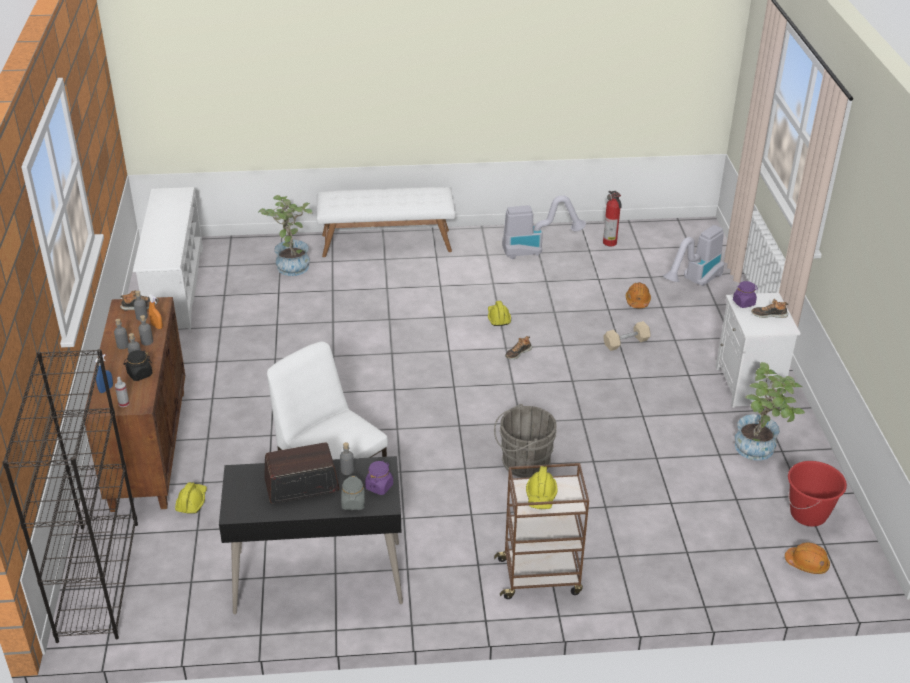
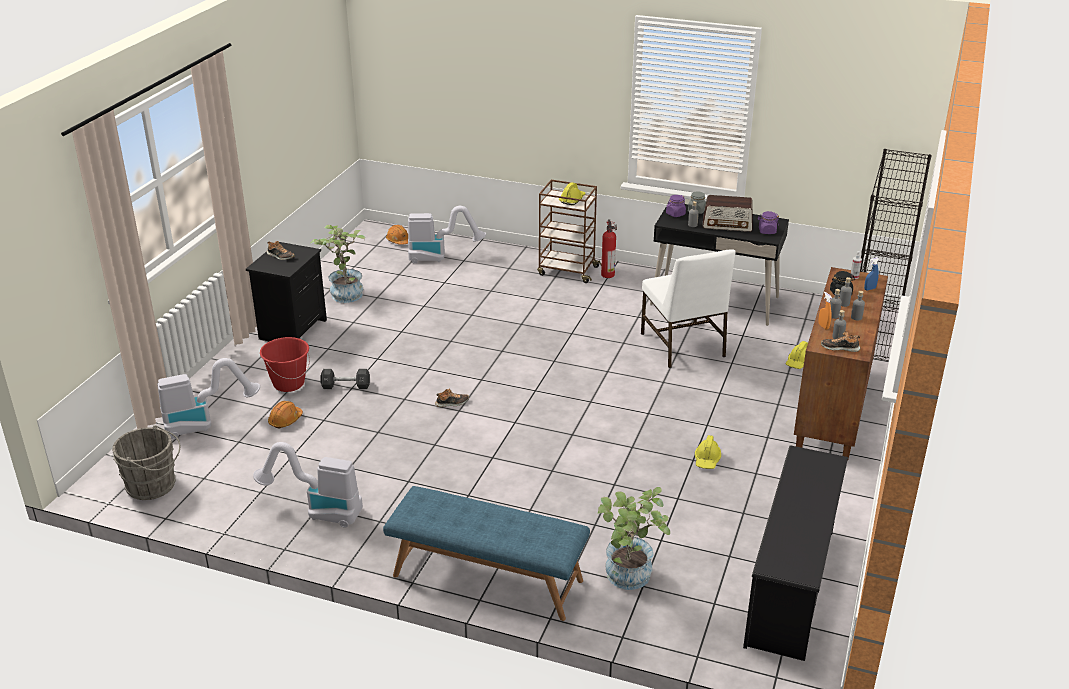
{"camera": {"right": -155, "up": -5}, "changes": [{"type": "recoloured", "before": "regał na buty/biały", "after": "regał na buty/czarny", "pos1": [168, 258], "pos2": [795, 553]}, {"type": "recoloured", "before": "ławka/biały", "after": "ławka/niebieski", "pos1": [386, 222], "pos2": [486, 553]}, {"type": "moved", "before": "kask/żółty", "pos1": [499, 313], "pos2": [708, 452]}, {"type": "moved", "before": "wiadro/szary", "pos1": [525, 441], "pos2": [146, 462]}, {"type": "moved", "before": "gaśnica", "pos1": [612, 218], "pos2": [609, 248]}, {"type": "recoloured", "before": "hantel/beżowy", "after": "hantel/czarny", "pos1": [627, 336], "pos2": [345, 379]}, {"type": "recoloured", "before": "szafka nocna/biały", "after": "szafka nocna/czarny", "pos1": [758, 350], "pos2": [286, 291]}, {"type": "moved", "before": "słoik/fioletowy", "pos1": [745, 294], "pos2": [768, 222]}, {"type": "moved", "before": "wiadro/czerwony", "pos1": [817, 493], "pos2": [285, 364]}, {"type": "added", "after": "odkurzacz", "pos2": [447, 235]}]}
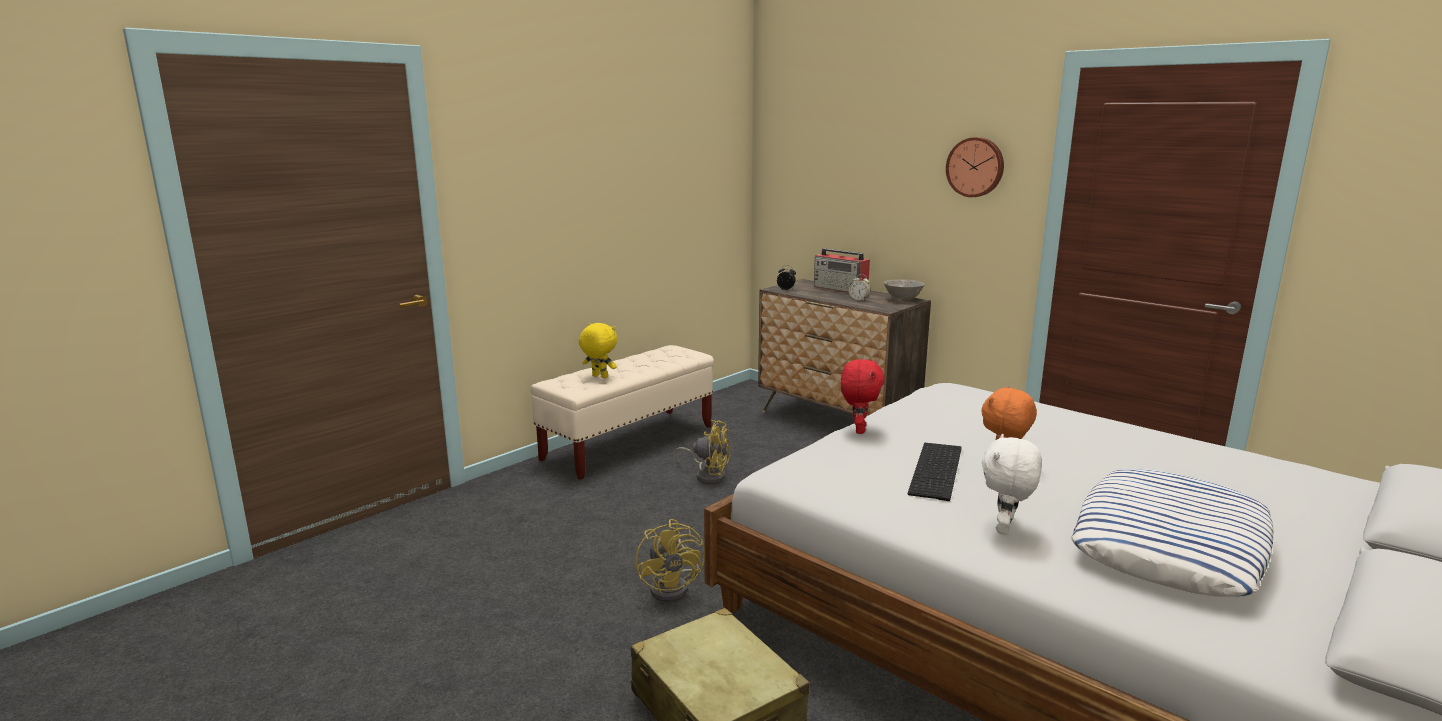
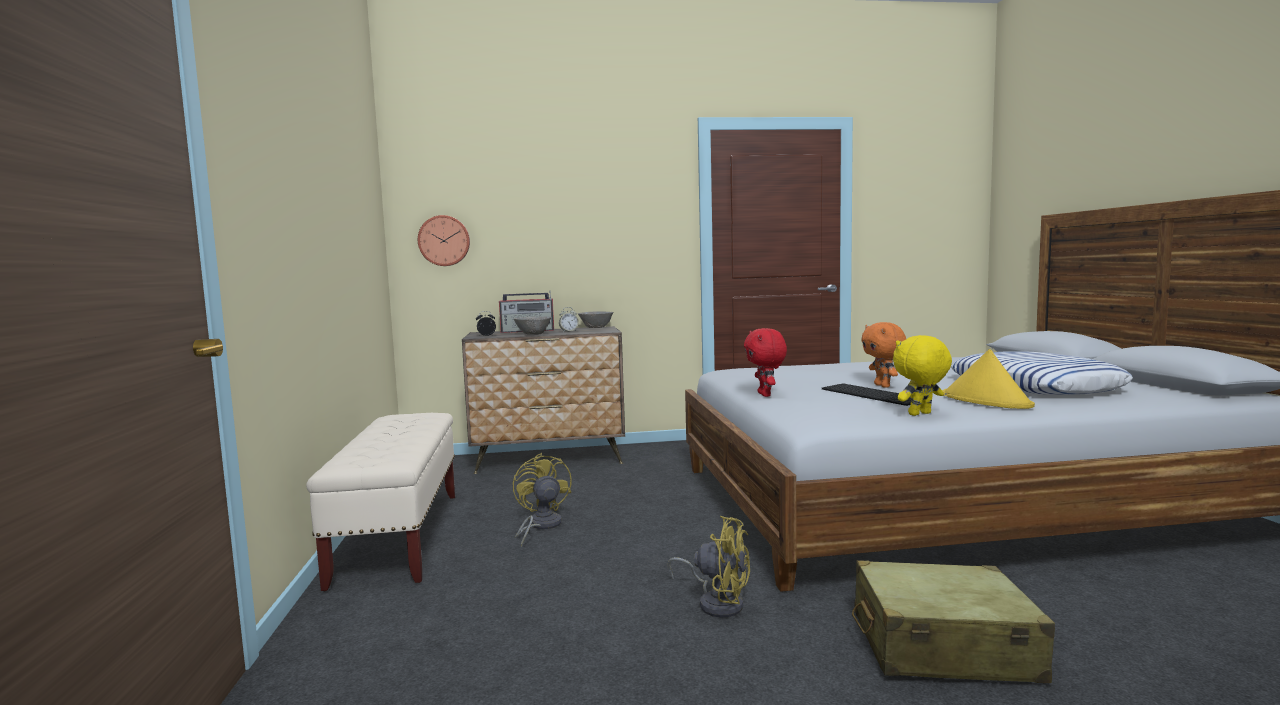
{"camera": {"right": -50, "up": -10}, "changes": [{"type": "moved", "before": "pluszak/żółty", "pos1": [598, 350], "pos2": [922, 375]}, {"type": "turned", "before": "wentylator/żółty", "pos1": [703, 452], "pos2": [542, 500], "turn": -75}, {"type": "turned", "before": "pluszak/czerwony", "pos1": [862, 396], "pos2": [765, 362], "turn": -150}, {"type": "moved", "before": "zegar ścienny", "pos1": [975, 167], "pos2": [444, 240]}, {"type": "replaced", "before": "pluszak/biały", "after": "kapelusz/żółty", "pos1": [1012, 484], "pos2": [988, 379]}, {"type": "added", "after": "miska/szary", "pos2": [533, 325]}]}
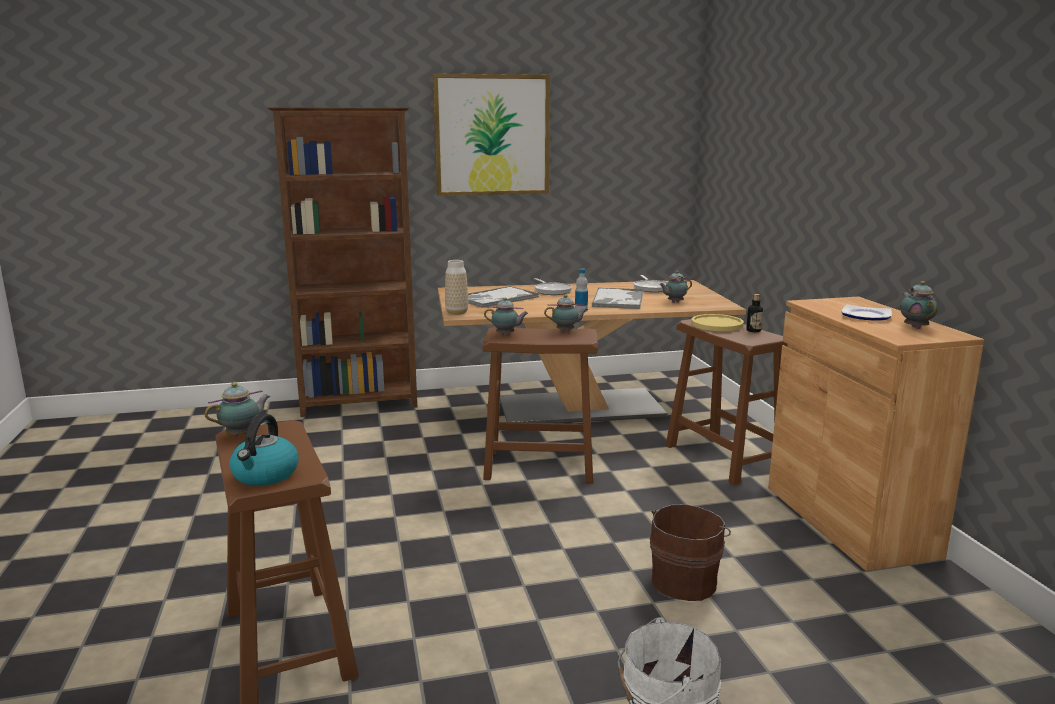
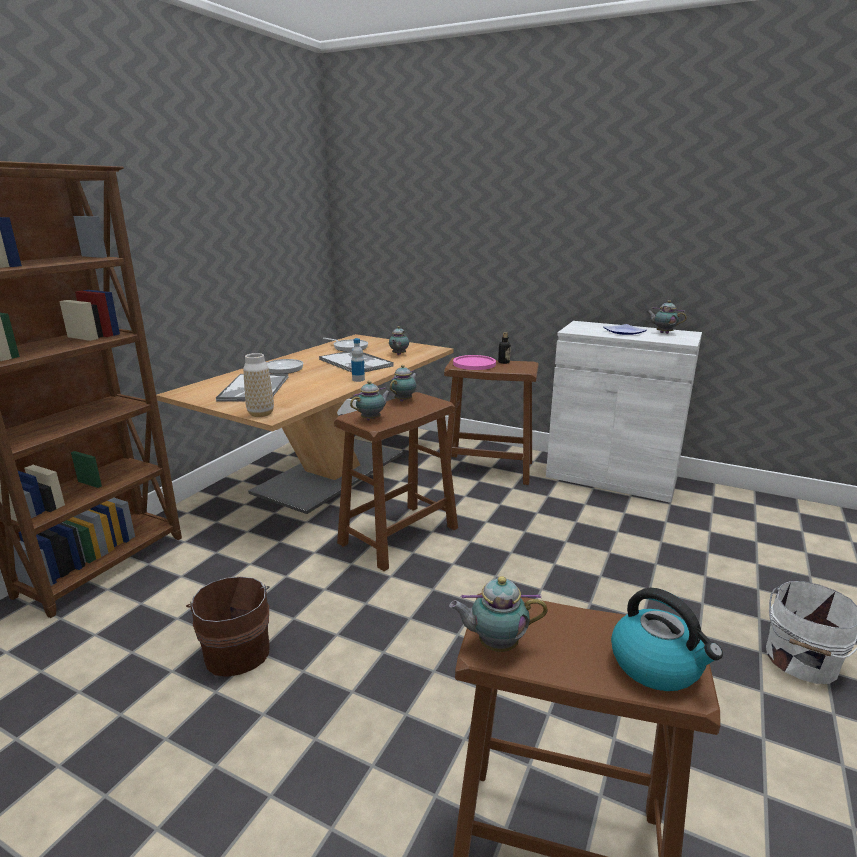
{"camera": {"right": -50, "up": 5}, "changes": [{"type": "turned", "before": "imbryk", "pos1": [238, 409], "pos2": [498, 614], "turn": -90}, {"type": "removed", "before": "obraz", "pos1": [491, 134]}, {"type": "moved", "before": "wiadro/brązowy", "pos1": [690, 552], "pos2": [228, 627]}, {"type": "recoloured", "before": "talerz/żółty", "after": "talerz/różowy", "pos1": [717, 322], "pos2": [474, 362]}, {"type": "recoloured", "before": "szafka/brązowy", "after": "szafka/biały", "pos1": [876, 434], "pos2": [624, 412]}]}
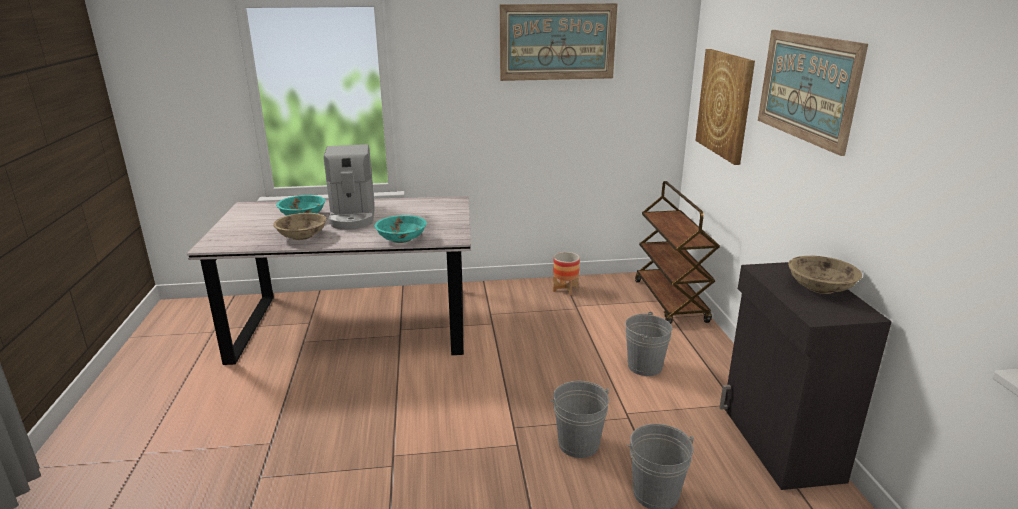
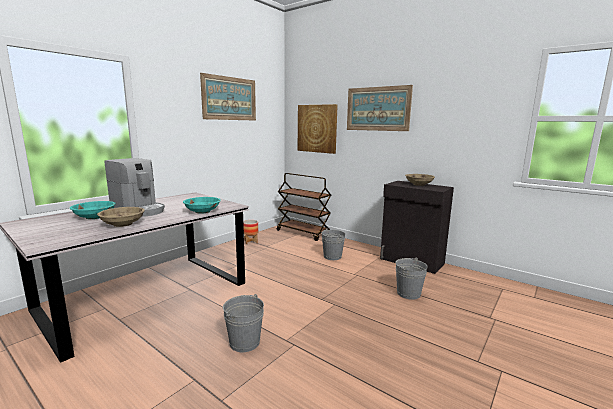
{"camera": {"right": -45, "up": -10}, "changes": [{"type": "moved", "before": "wiadro/szary", "pos1": [579, 419], "pos2": [243, 323]}]}
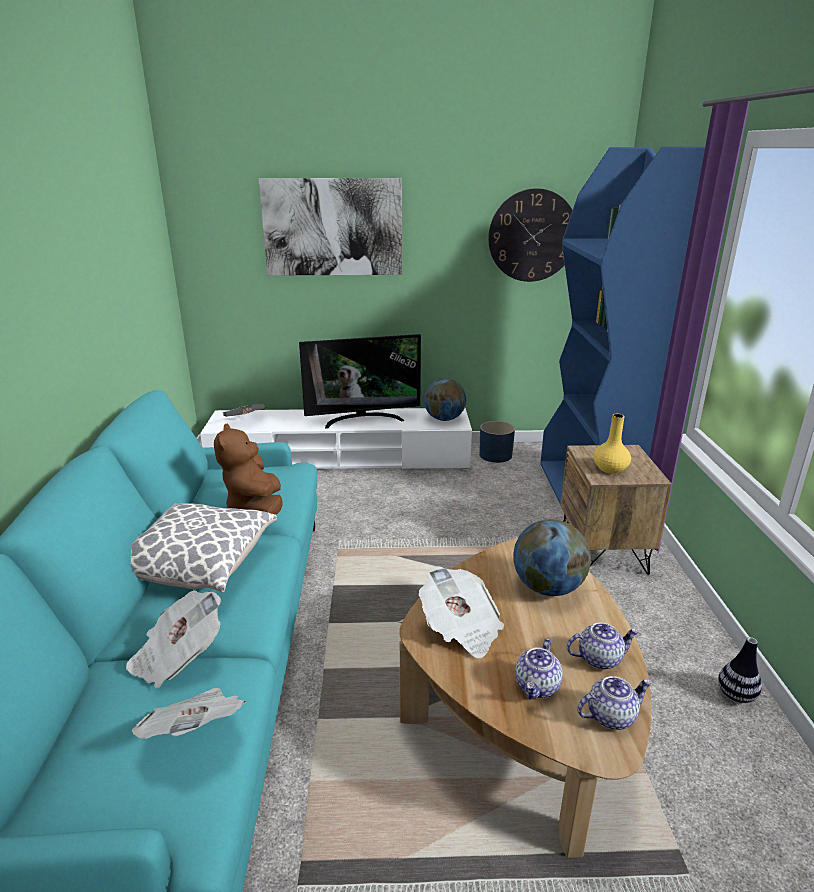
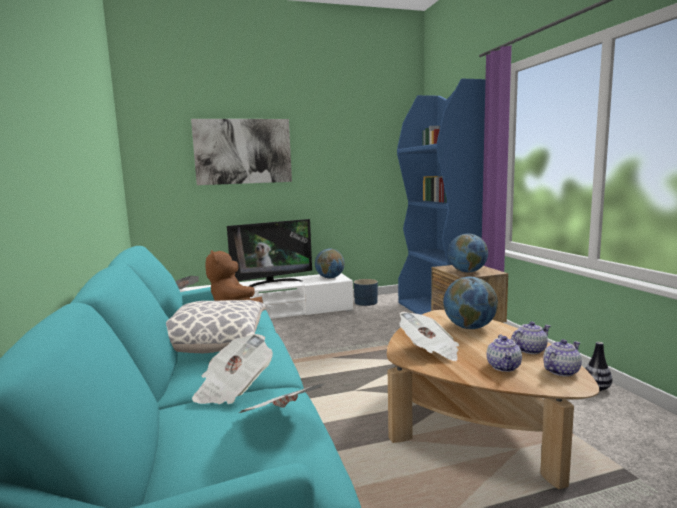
{"camera": {"right": -15, "up": -15}, "changes": [{"type": "removed", "before": "zegar ścienny", "pos1": [530, 235]}, {"type": "replaced", "before": "wazon/żółty", "after": "globus", "pos1": [612, 444], "pos2": [468, 253]}]}
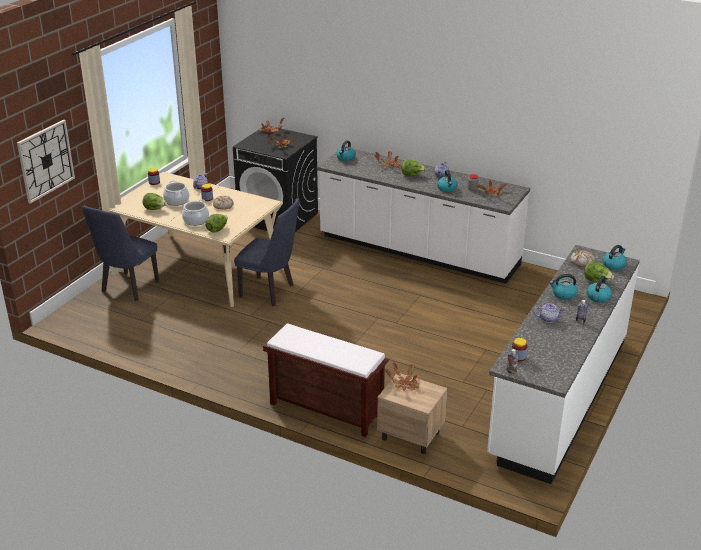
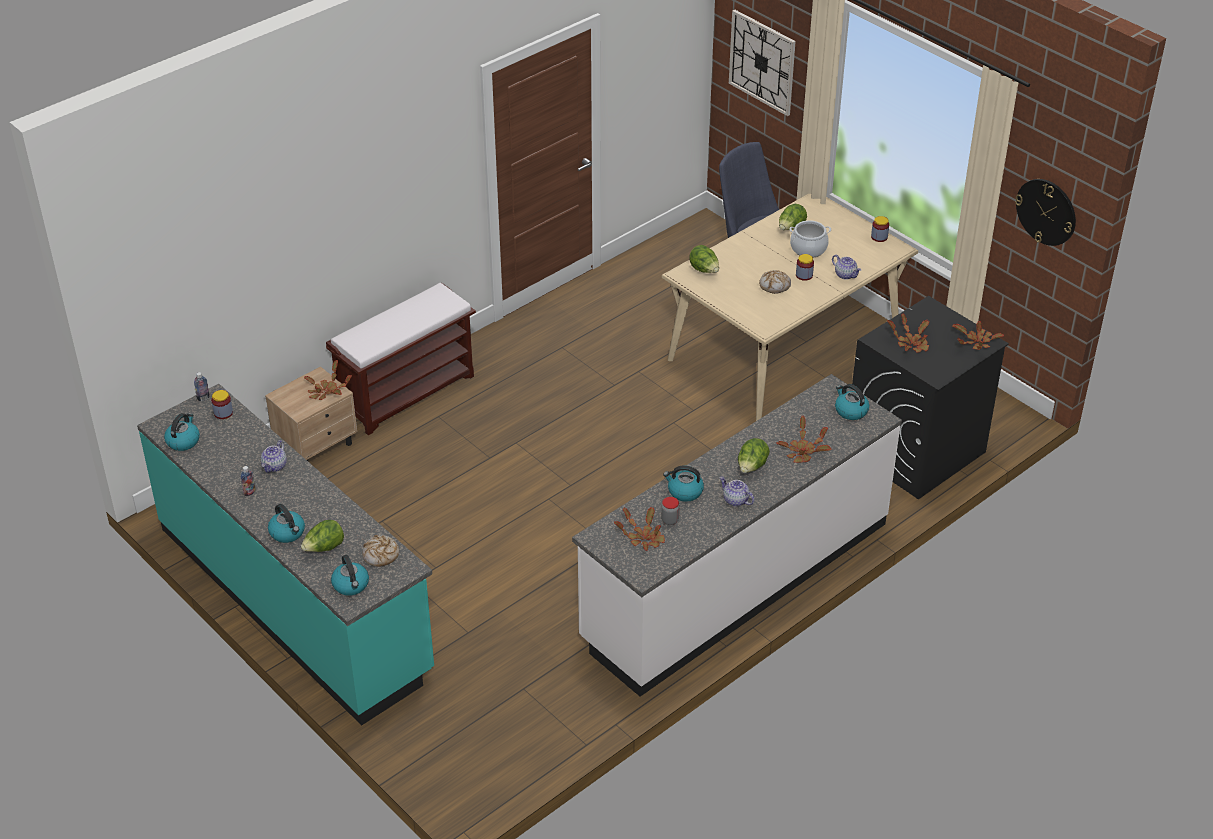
{"camera": {"right": 110, "up": 10}, "changes": [{"type": "removed", "before": "garnek", "pos1": [195, 212]}, {"type": "removed", "before": "krzesło/niebieski", "pos1": [267, 252]}, {"type": "recoloured", "before": "zabudowa kuchenna/biały", "after": "zabudowa kuchenna/turkusowy", "pos1": [563, 364], "pos2": [285, 555]}, {"type": "moved", "before": "czajnik", "pos1": [564, 287], "pos2": [182, 432]}, {"type": "added", "after": "zegar ścienny", "pos2": [1045, 212]}]}
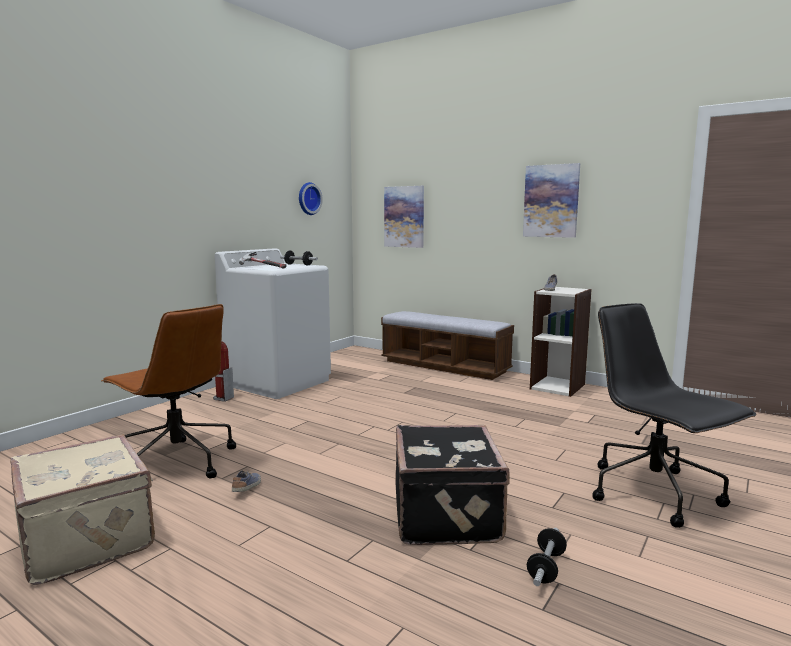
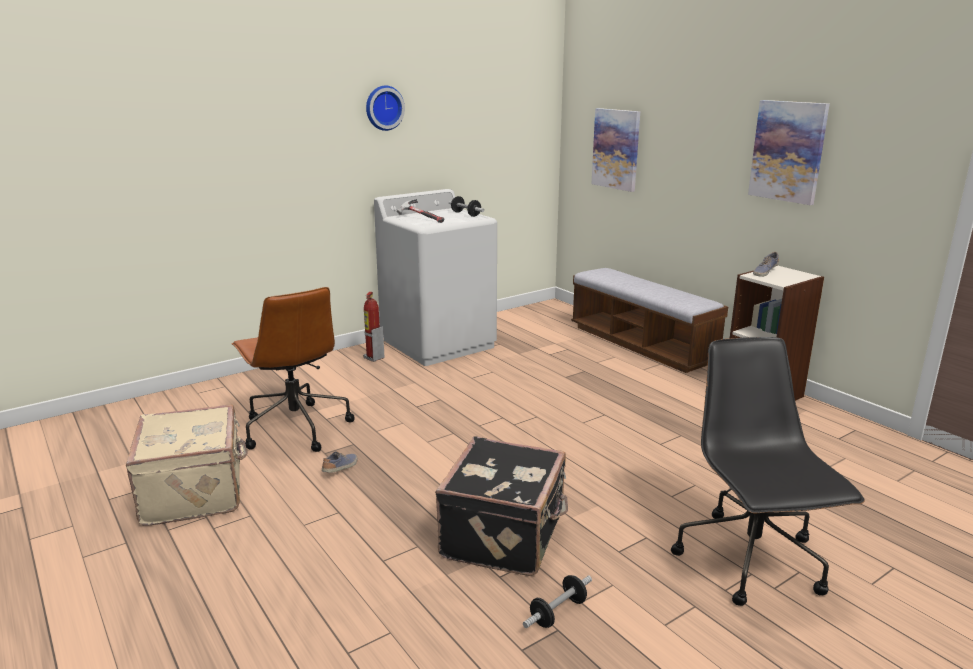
{"camera": {"right": 20, "up": 10}, "changes": [{"type": "moved", "before": "zegar ścienny", "pos1": [311, 198], "pos2": [385, 108]}]}
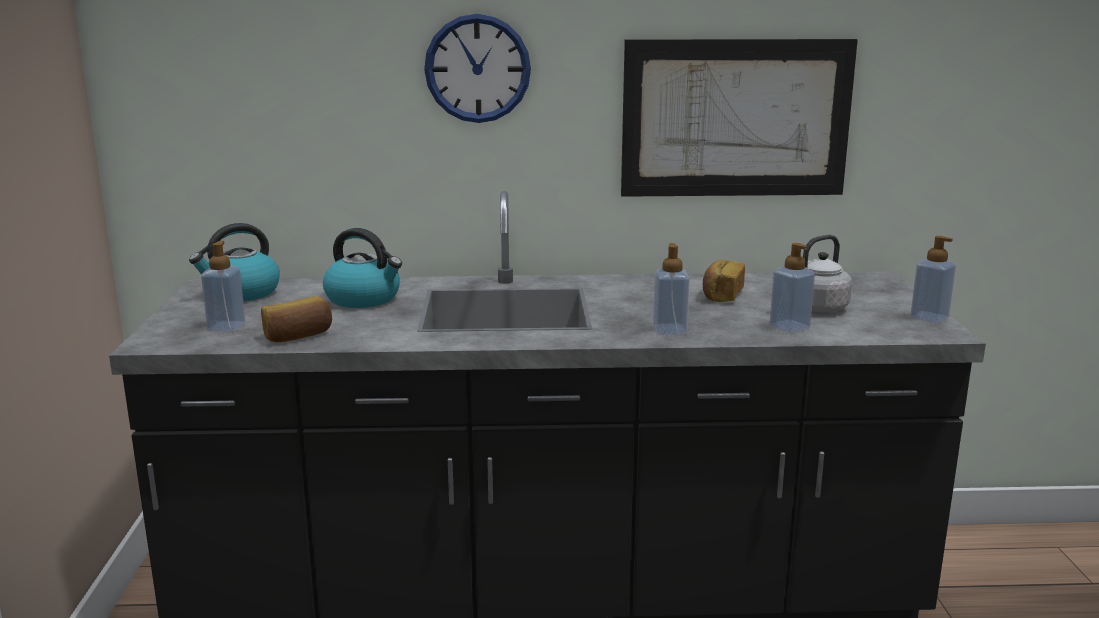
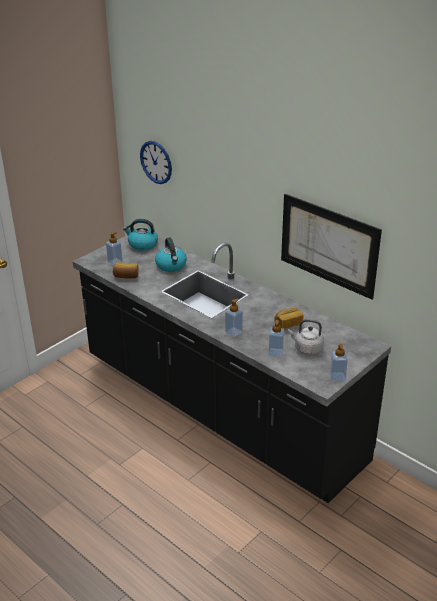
{"camera": {"right": 45, "up": 15}, "changes": [{"type": "moved", "before": "zegar ścienny", "pos1": [477, 68], "pos2": [156, 162]}]}
